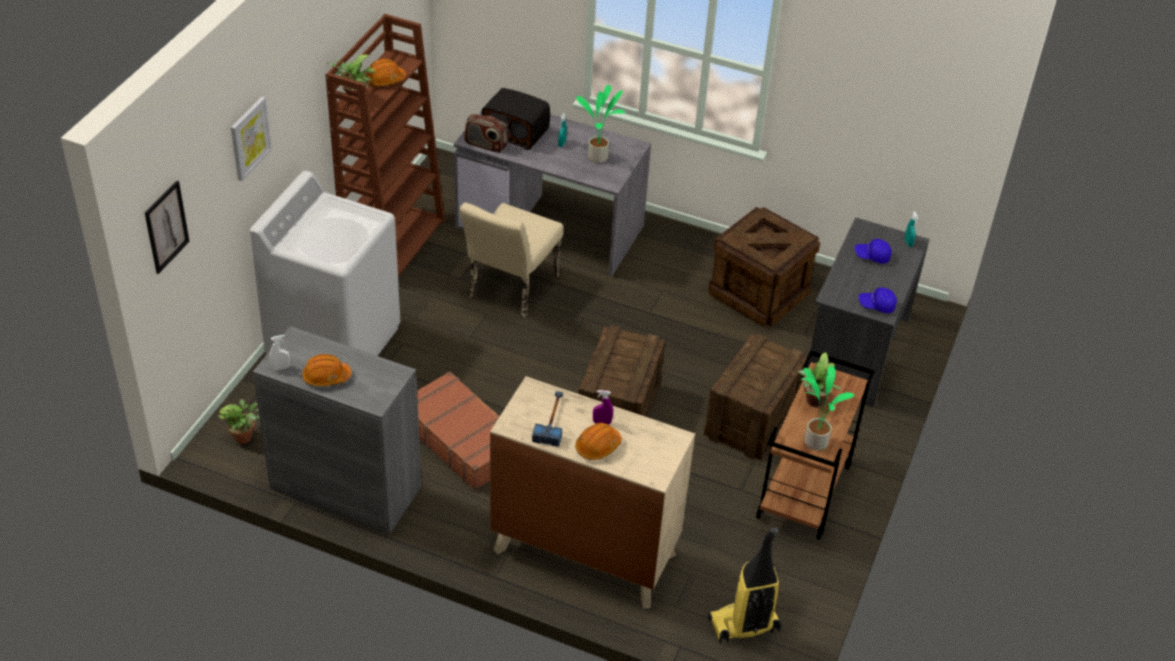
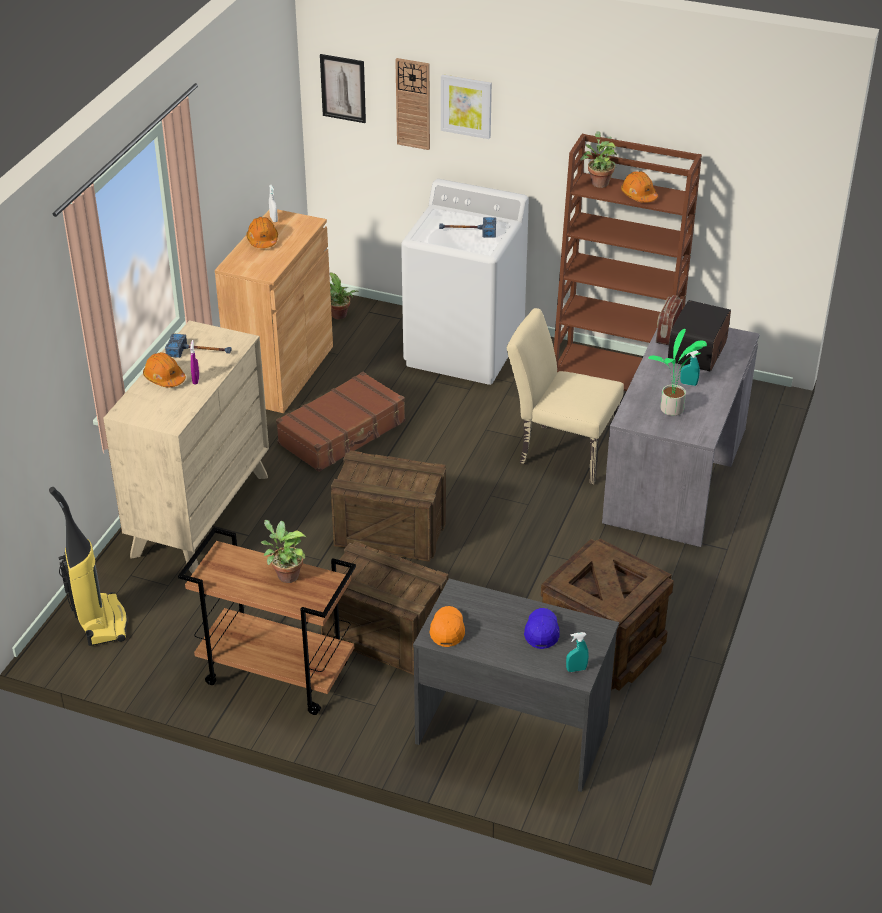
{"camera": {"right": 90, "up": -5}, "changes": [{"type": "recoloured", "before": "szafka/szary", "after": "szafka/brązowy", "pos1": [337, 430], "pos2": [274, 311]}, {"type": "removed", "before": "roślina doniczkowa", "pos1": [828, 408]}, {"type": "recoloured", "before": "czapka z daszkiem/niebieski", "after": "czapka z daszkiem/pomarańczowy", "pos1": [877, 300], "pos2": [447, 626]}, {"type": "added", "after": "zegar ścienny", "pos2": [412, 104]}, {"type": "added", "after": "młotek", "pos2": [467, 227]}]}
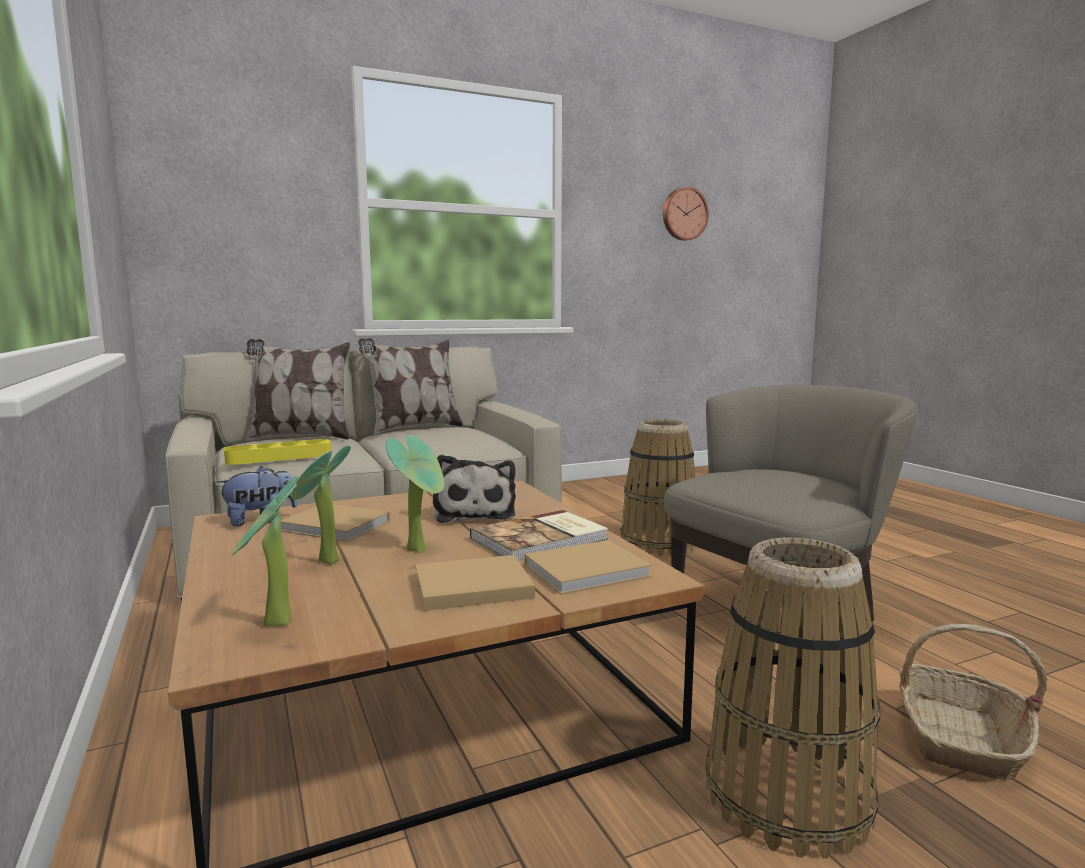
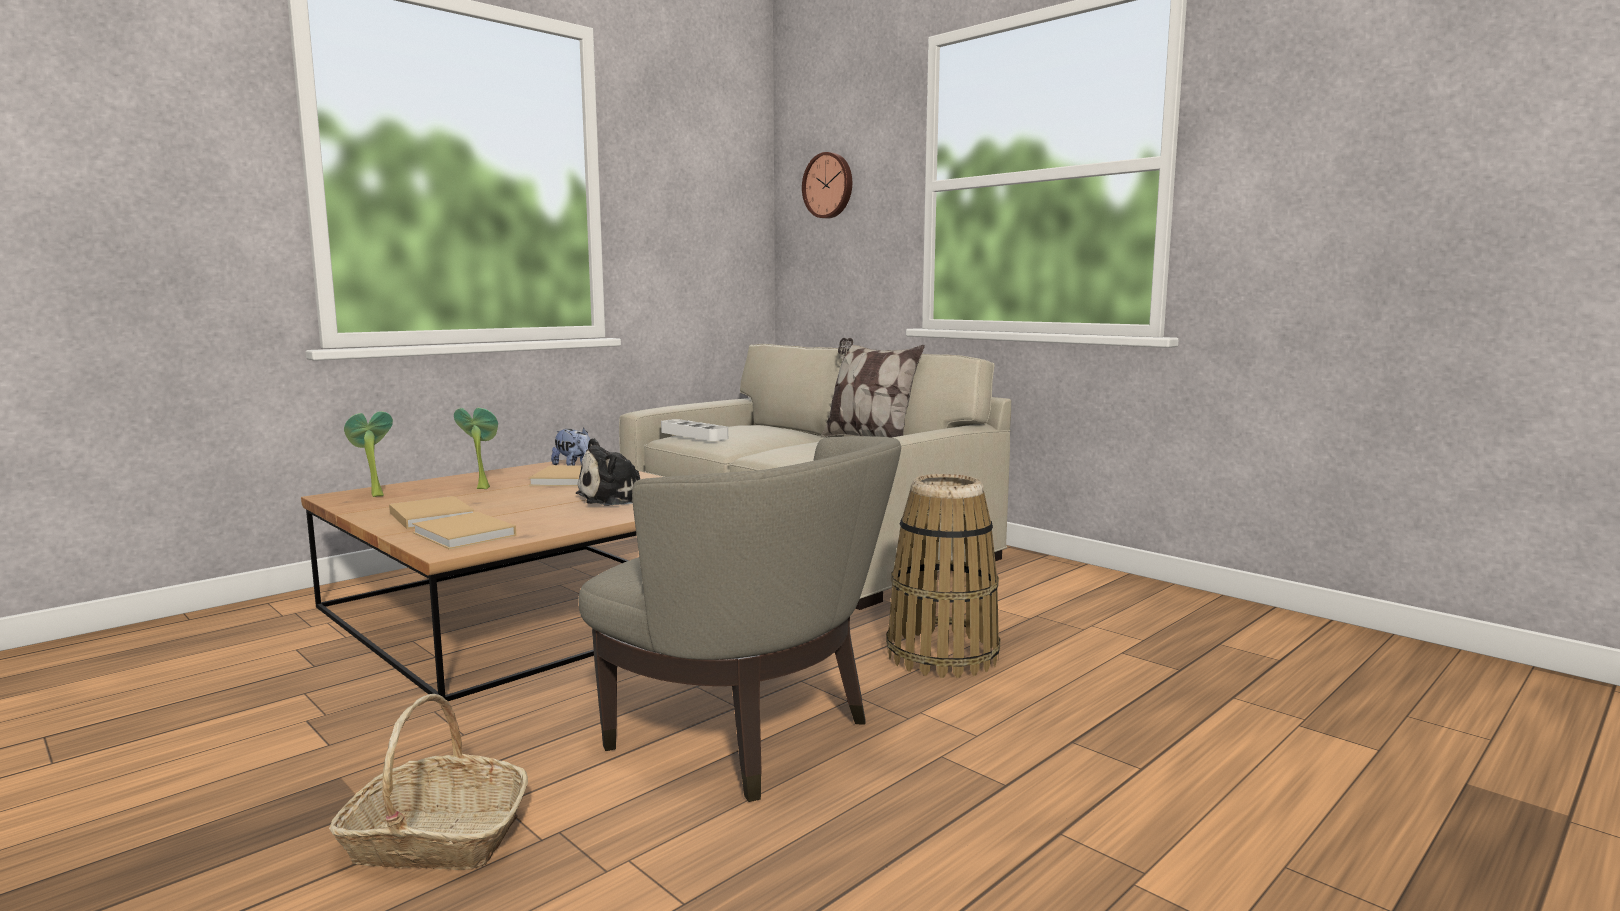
{"camera": {"right": 70, "up": 0}, "changes": [{"type": "recoloured", "before": "taca/żółty", "after": "taca/biały", "pos1": [277, 452], "pos2": [694, 430]}, {"type": "removed", "before": "poduszka", "pos1": [298, 390]}, {"type": "removed", "before": "roślina doniczkowa", "pos1": [415, 494]}, {"type": "removed", "before": "książka", "pos1": [539, 535]}, {"type": "moved", "before": "zegar ścienny", "pos1": [686, 214], "pos2": [827, 185]}, {"type": "removed", "before": "koszyk", "pos1": [793, 698]}]}
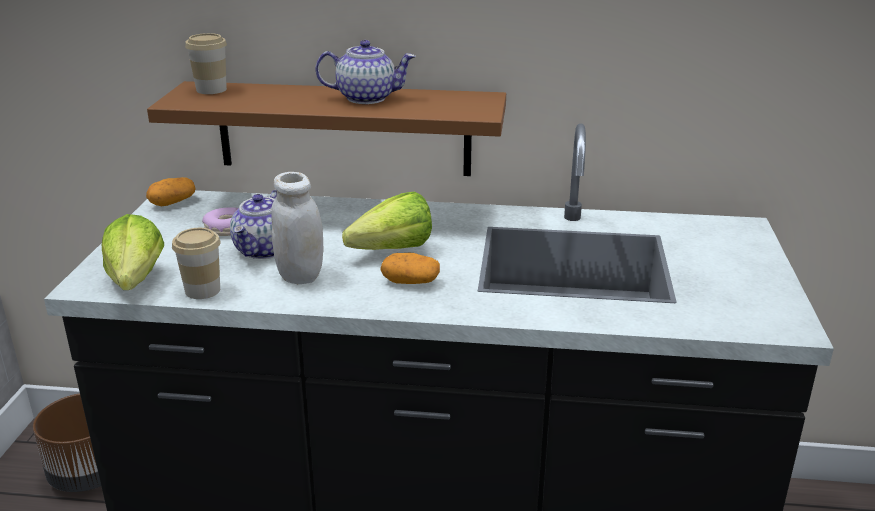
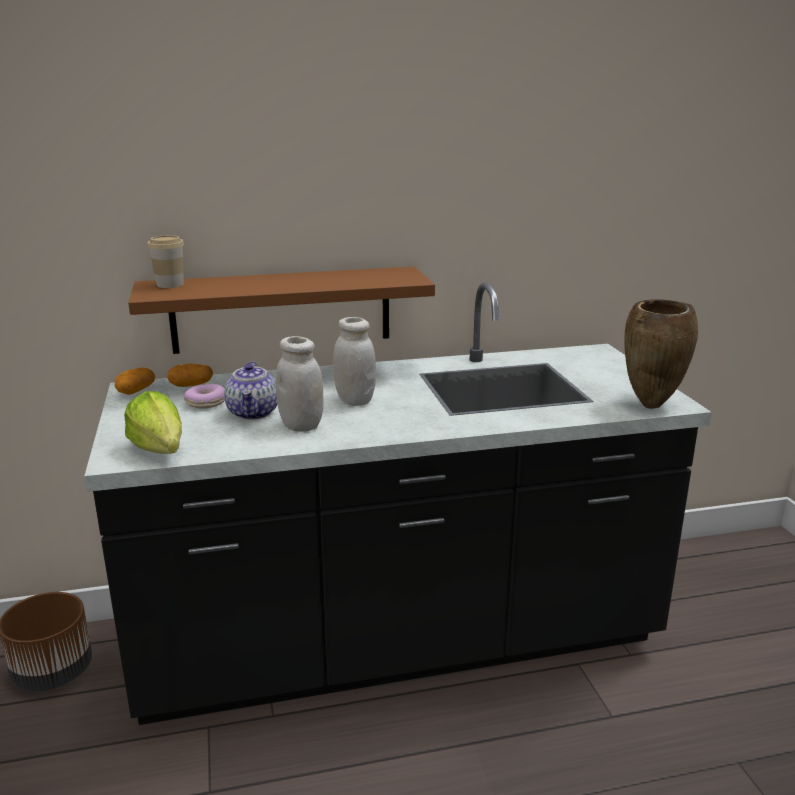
{"camera": {"right": -20, "up": -5}, "changes": [{"type": "removed", "before": "filiżanka", "pos1": [196, 263]}, {"type": "removed", "before": "imbryk", "pos1": [365, 72]}, {"type": "replaced", "before": "sałata", "after": "słoik/biały", "pos1": [387, 220], "pos2": [354, 361]}, {"type": "moved", "before": "ziemniak", "pos1": [410, 268], "pos2": [190, 375]}, {"type": "added", "after": "wazon/brązowy", "pos2": [661, 354]}]}
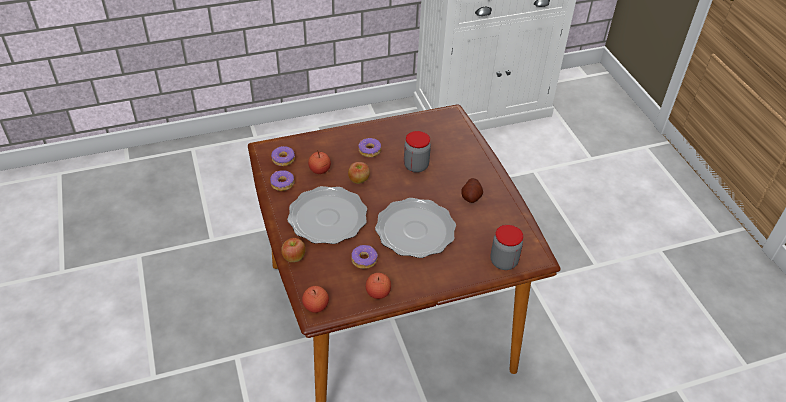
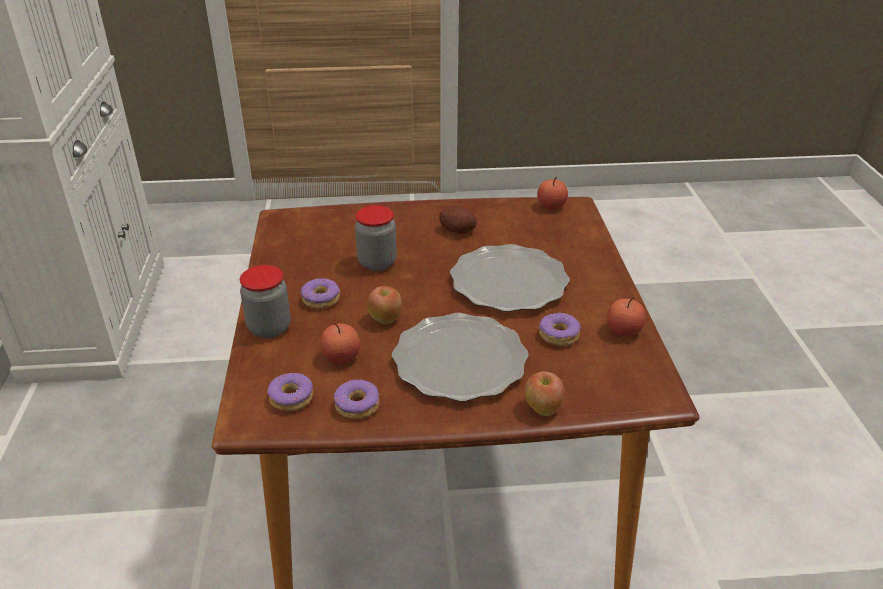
{"camera": {"right": -75, "up": -10}, "changes": [{"type": "moved", "before": "jabłko", "pos1": [315, 299], "pos2": [552, 193]}, {"type": "moved", "before": "słoik", "pos1": [506, 247], "pos2": [265, 301]}]}
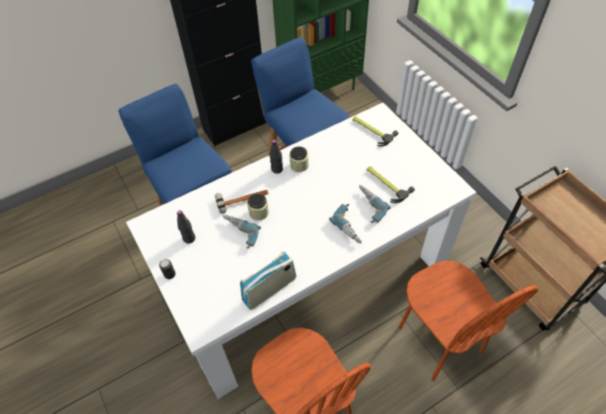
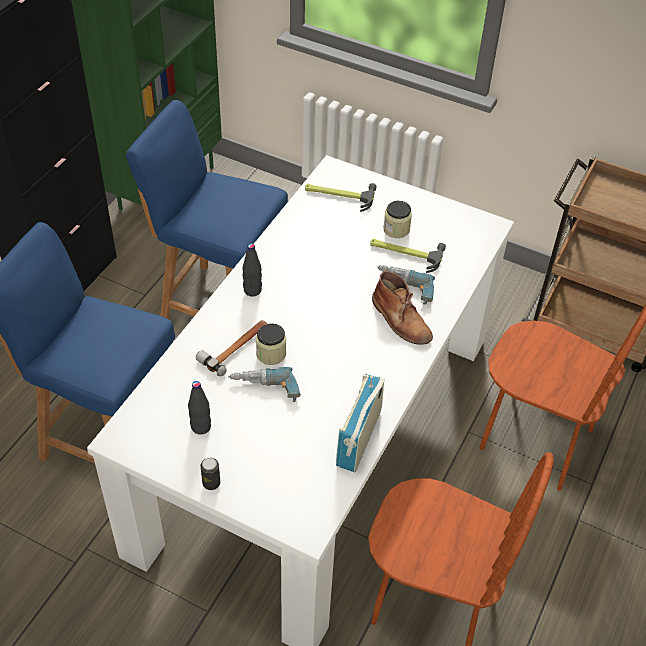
{"camera": {"right": -35, "up": -5}, "changes": [{"type": "moved", "before": "słoik", "pos1": [298, 159], "pos2": [397, 219]}, {"type": "replaced", "before": "wiertarka", "after": "but z cholewką/brązowy", "pos1": [345, 223], "pos2": [402, 308]}]}
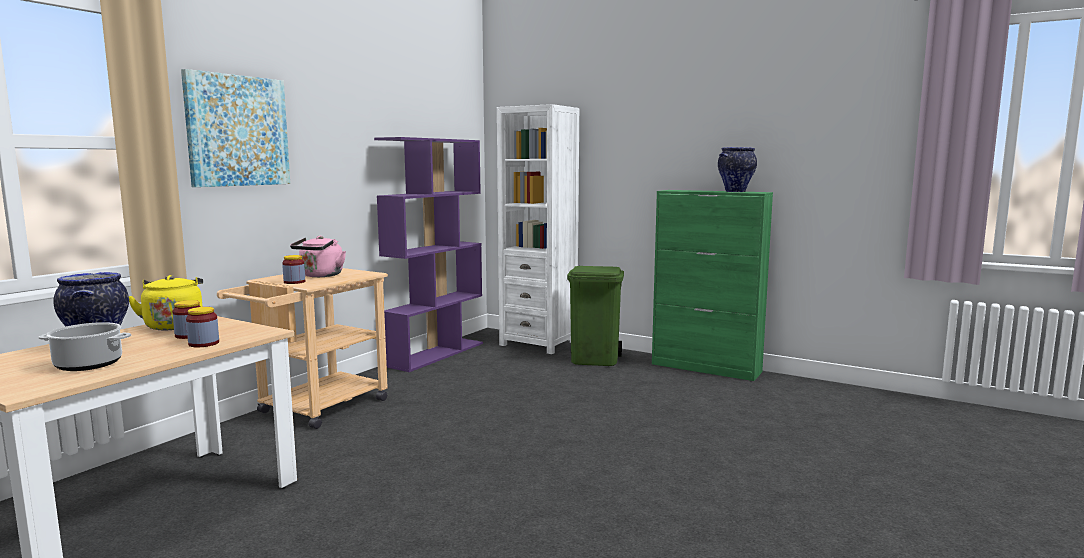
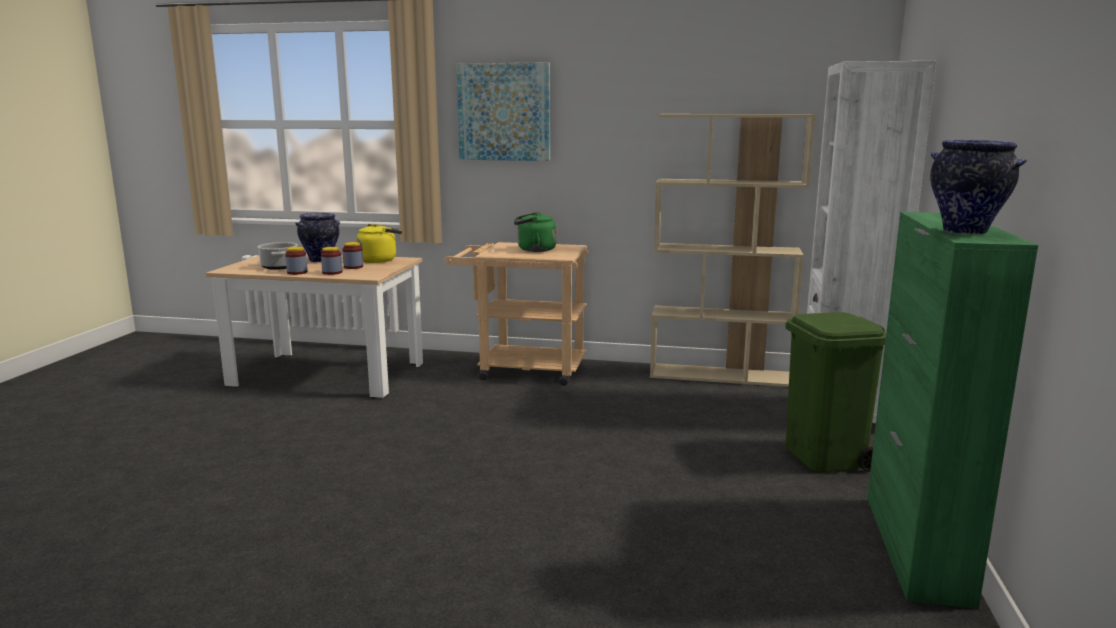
{"camera": {"right": 70, "up": 5}, "changes": [{"type": "moved", "before": "słoik", "pos1": [293, 269], "pos2": [296, 261]}, {"type": "recoloured", "before": "czajnik/różowy", "after": "czajnik/zielony", "pos1": [318, 256], "pos2": [535, 232]}, {"type": "recoloured", "before": "regał/fioletowy", "after": "regał/beżowy", "pos1": [428, 254], "pos2": [733, 250]}]}
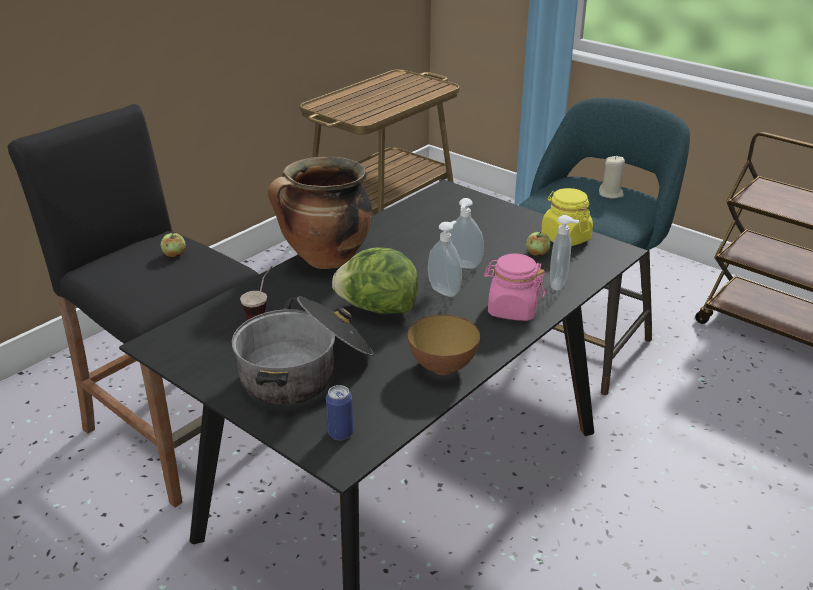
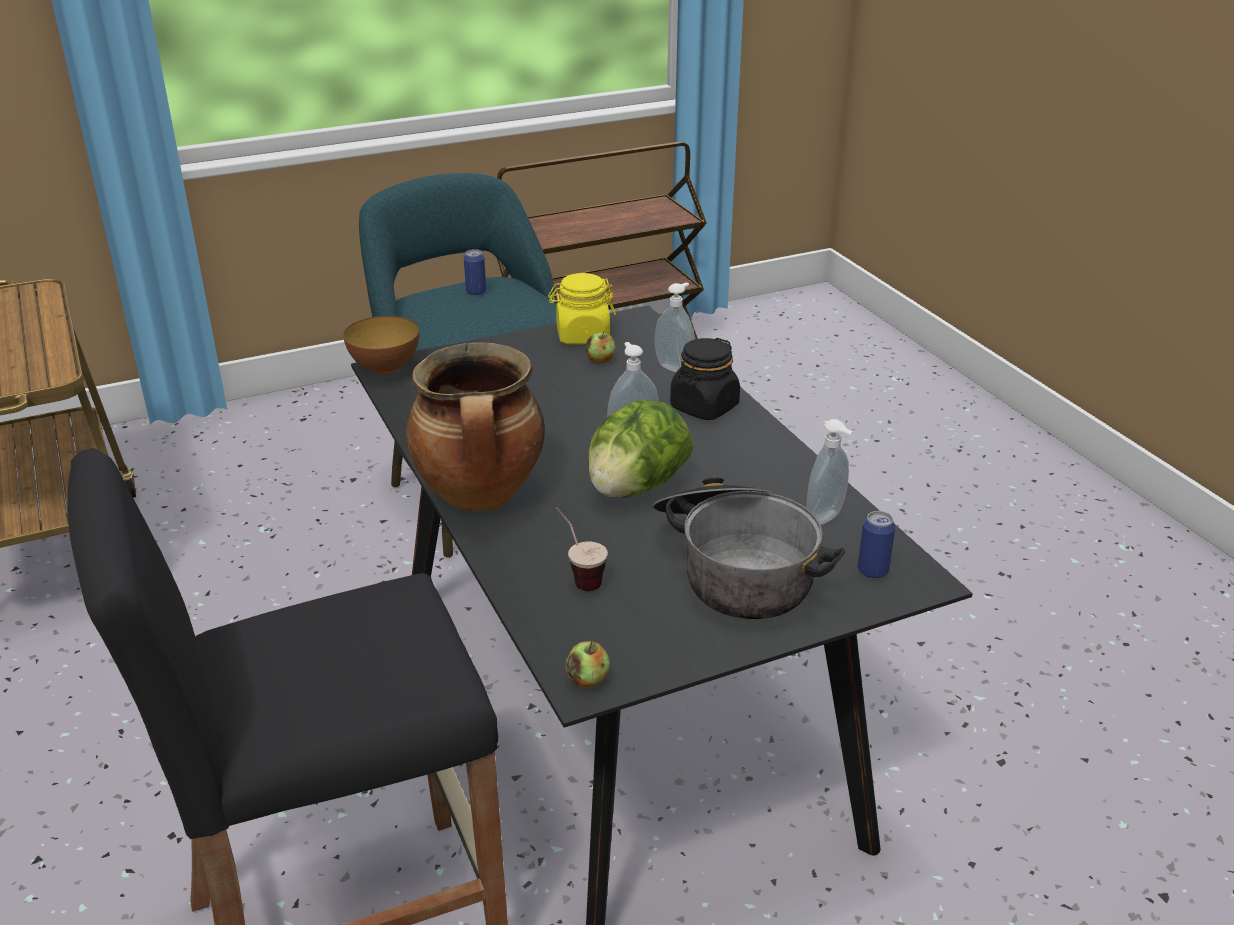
{"camera": {"right": -65, "up": 0}, "changes": [{"type": "moved", "before": "jabłko", "pos1": [173, 244], "pos2": [588, 664]}, {"type": "moved", "before": "miska", "pos1": [444, 345], "pos2": [381, 346]}, {"type": "moved", "before": "dozownik mydła", "pos1": [466, 233], "pos2": [829, 472]}, {"type": "recoloured", "before": "słoik/różowy", "after": "słoik/czarny", "pos1": [514, 287], "pos2": [705, 379]}, {"type": "replaced", "before": "świeca/beżowy", "after": "puszka", "pos1": [612, 177], "pos2": [475, 272]}]}
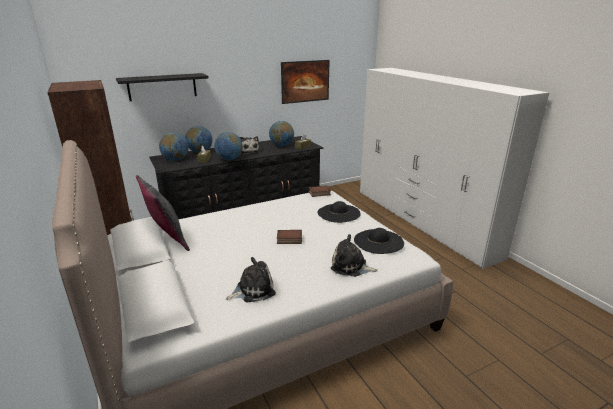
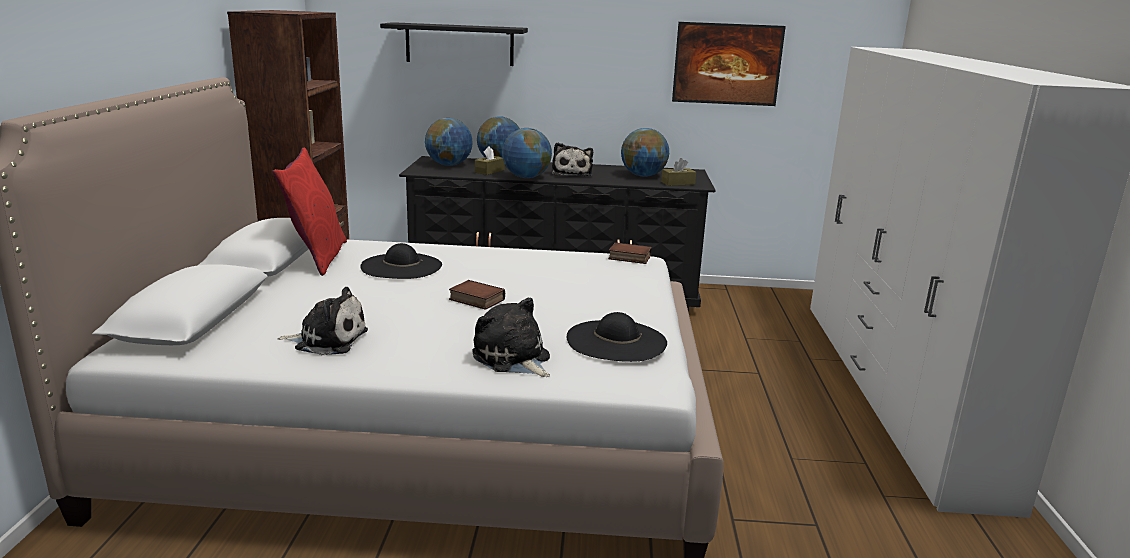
{"camera": {"right": 30, "up": -5}, "changes": [{"type": "recoloured", "before": "poduszka/szary", "after": "poduszka/czerwony", "pos1": [163, 213], "pos2": [310, 211]}, {"type": "moved", "before": "kapelusz/czarny", "pos1": [339, 212], "pos2": [401, 261]}]}
